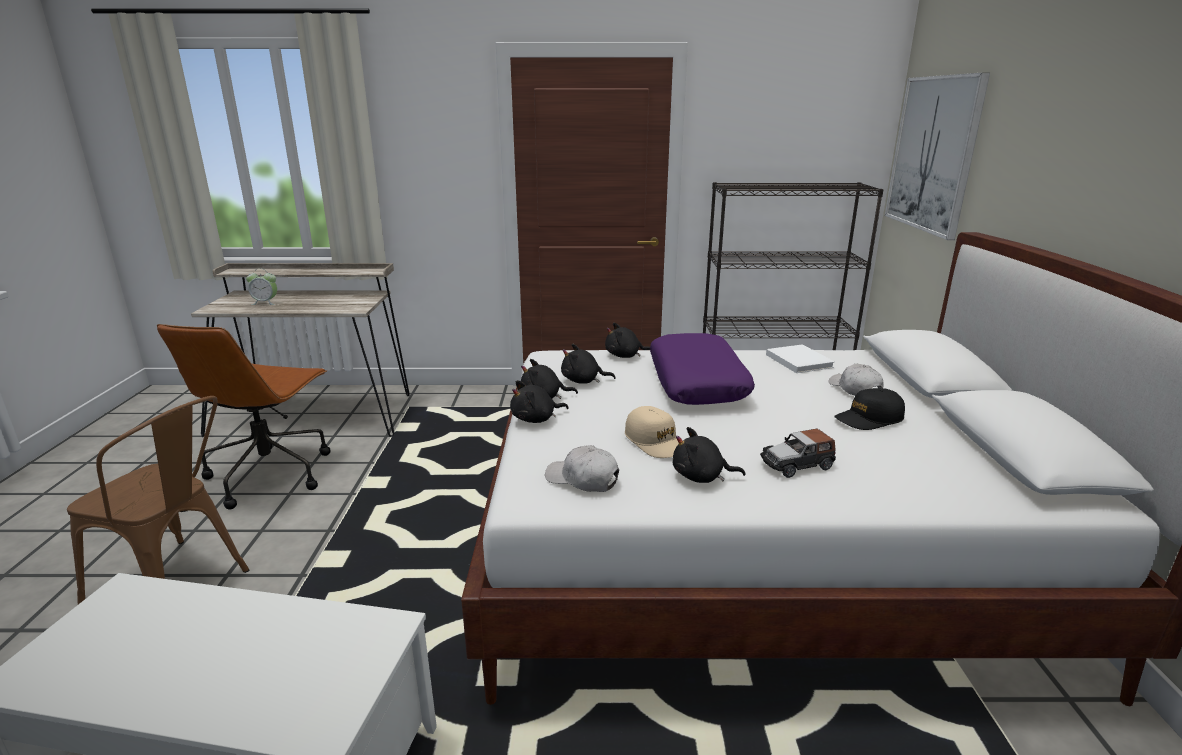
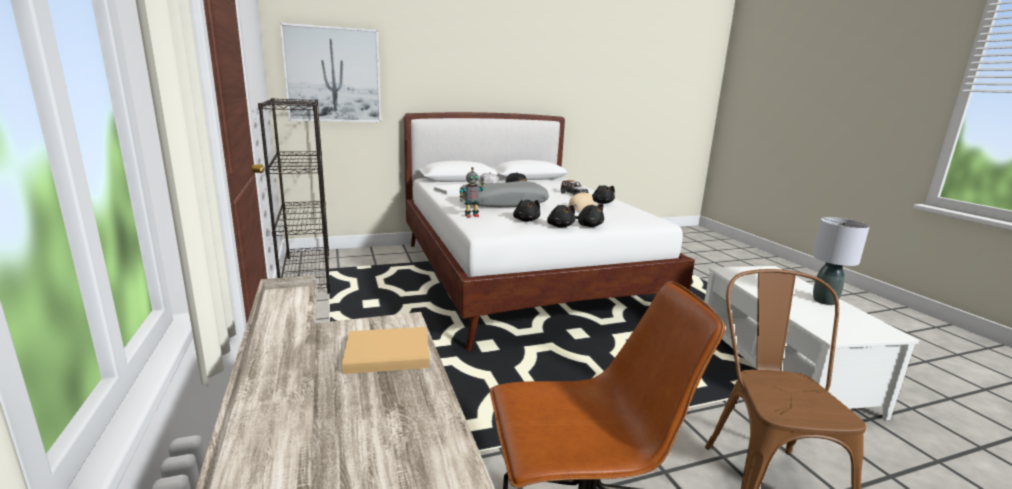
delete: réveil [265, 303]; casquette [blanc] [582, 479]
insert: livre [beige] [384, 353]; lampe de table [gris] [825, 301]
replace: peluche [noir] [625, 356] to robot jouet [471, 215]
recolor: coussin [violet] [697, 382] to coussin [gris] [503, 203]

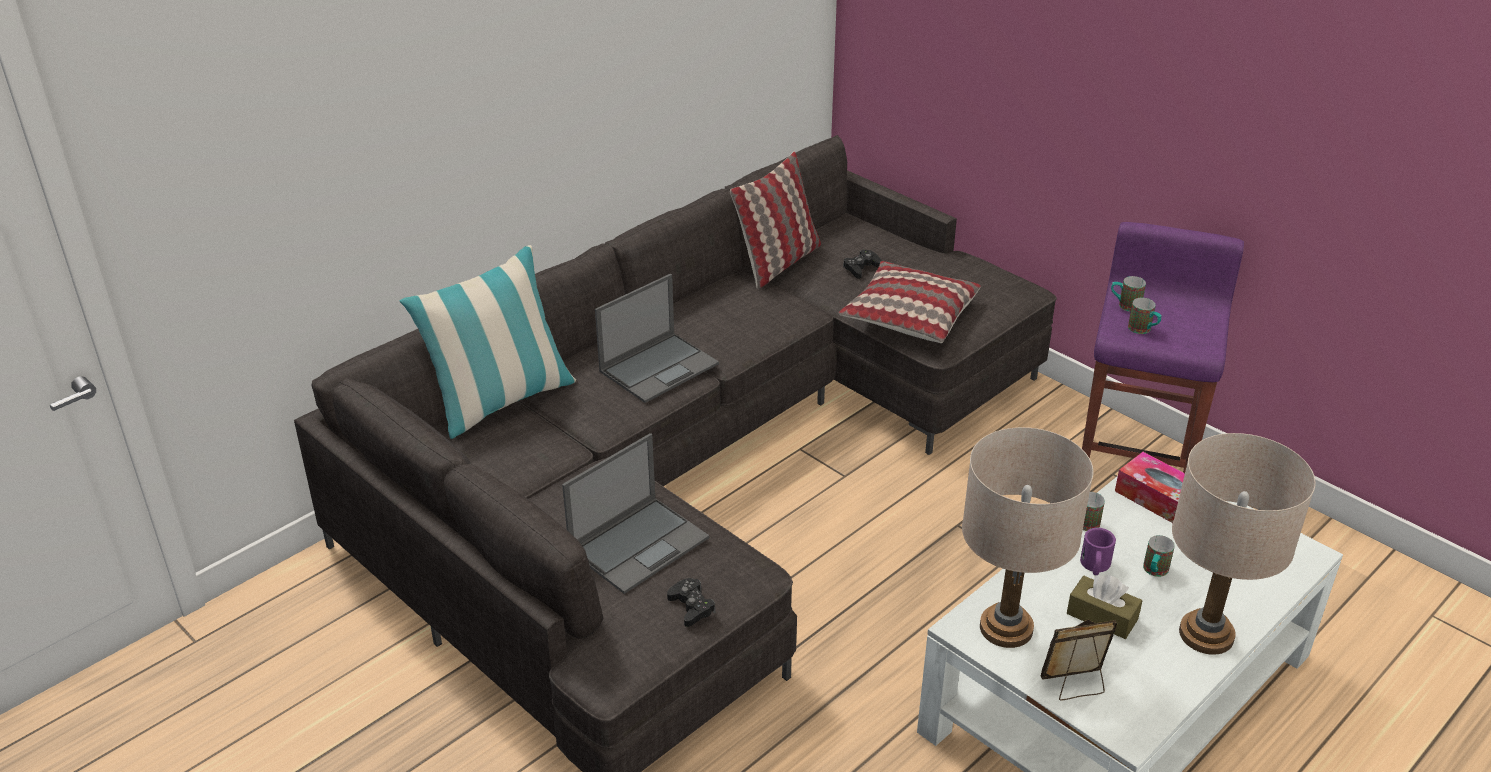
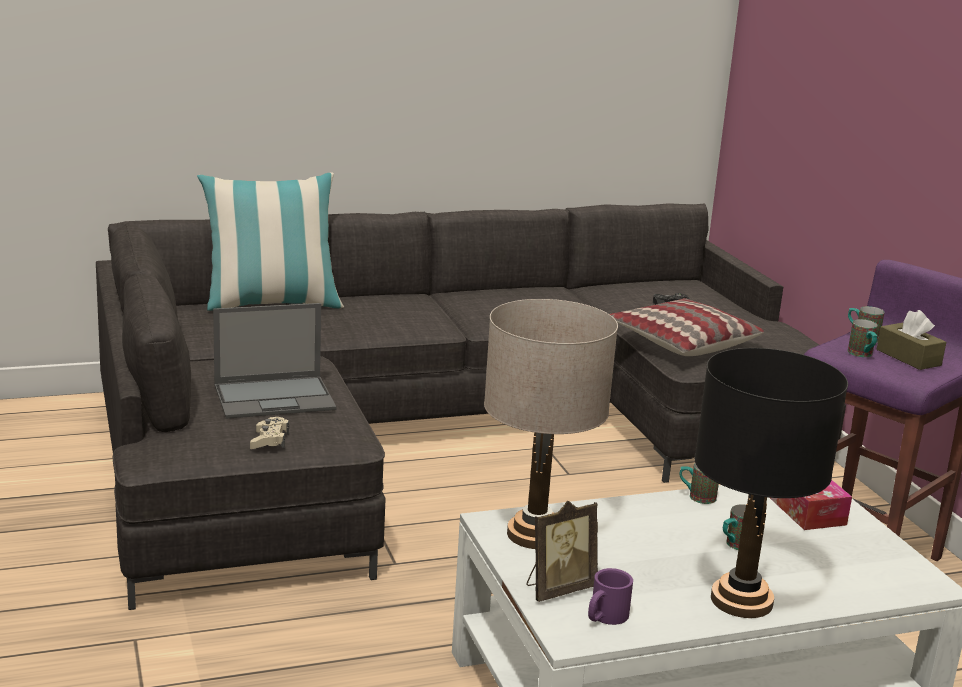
delete: ordinateur portable [659, 367]; coussin [778, 263]
move: boîte à mouchoirs [marron] [1102, 616] to [908, 357]; mug [violet] [1095, 566] to [604, 617]
recolor: manette [noir] [691, 607] to manette [beige] [270, 440]; lampe de table [beige] [1206, 635] to lampe de table [noir] [741, 601]
rotate: cadre photo [1075, 685] = [558, 589] 135 degrees clockwise

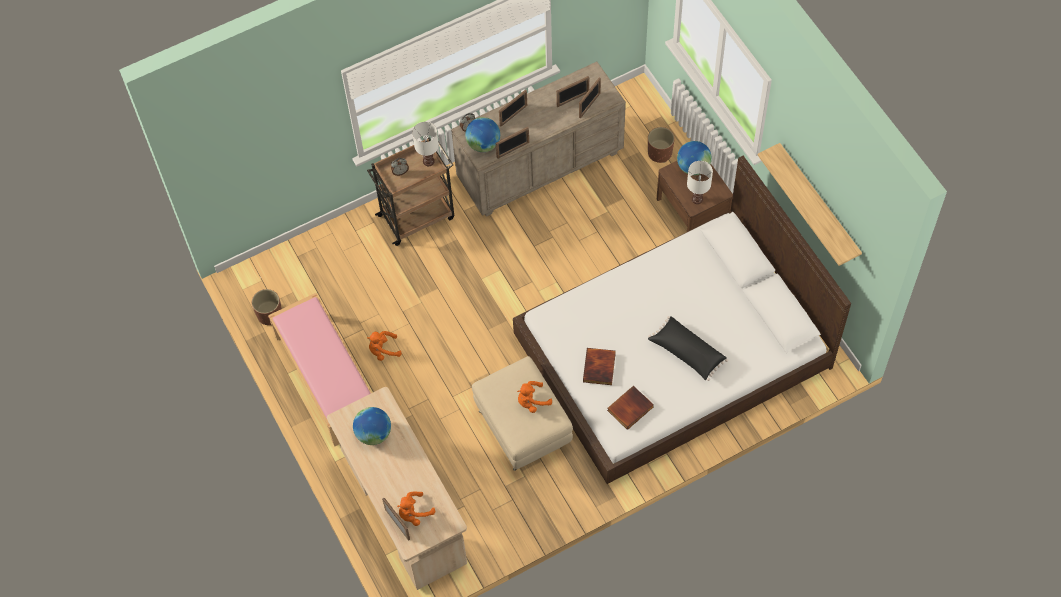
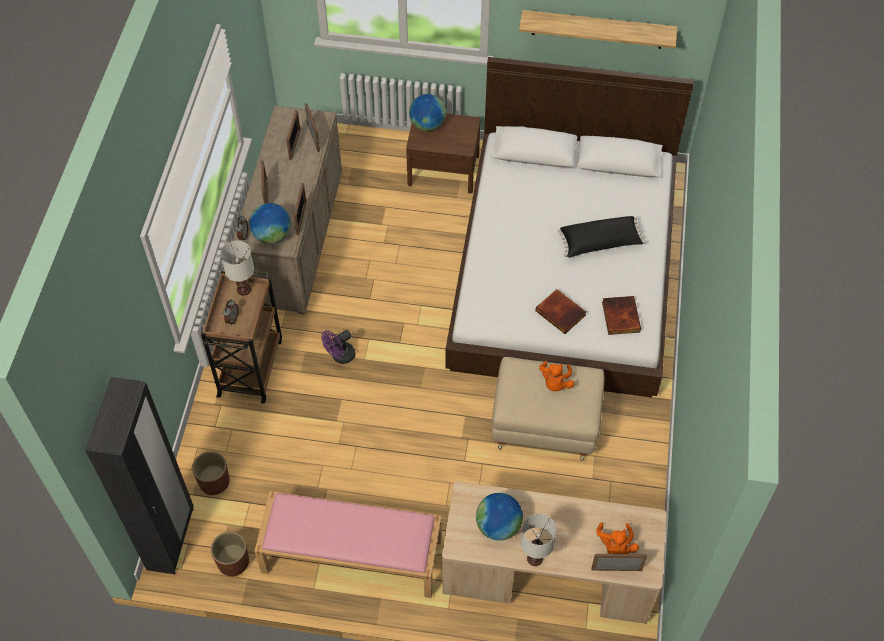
delete: peluche [orange] [383, 350]
insert: armoire [noir] [171, 539]; ventilateur [violet] [340, 356]
move: cache-pot [marron] [659, 153] to [214, 481]; lampe de table [blanc] [696, 199] to [534, 559]

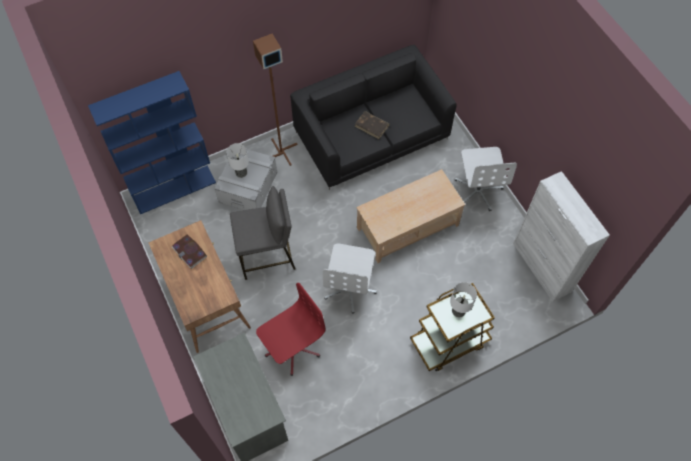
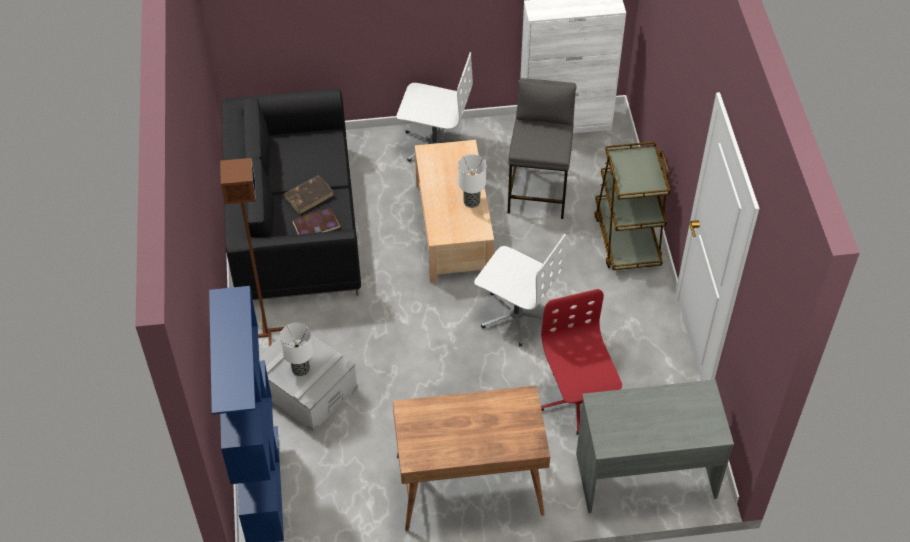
move: livre [190, 252] to [316, 225]; tabouret [gris] [267, 256] to [539, 190]; lampe de table [459, 311] to [471, 201]

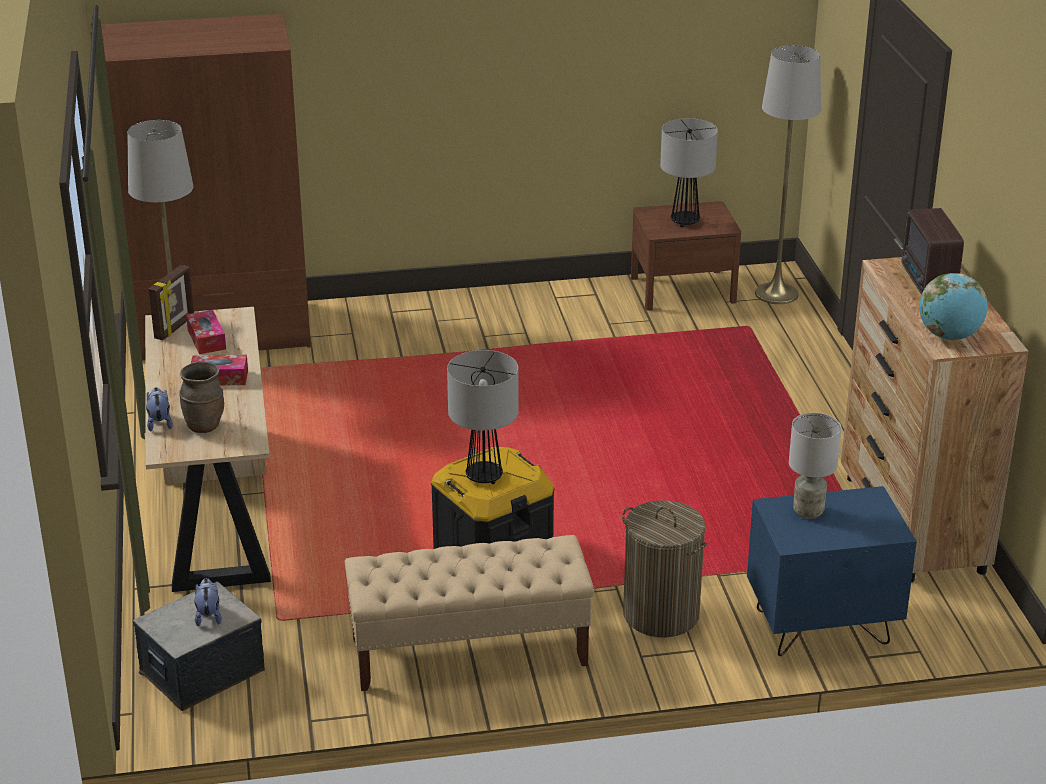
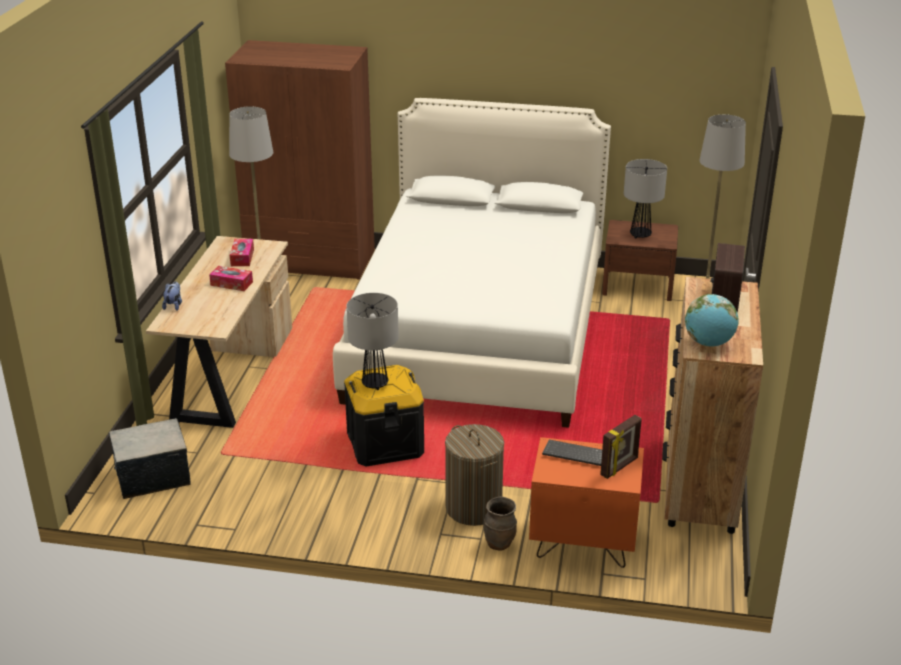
delete: peluche [208, 616]; banc [beige] [468, 652]
insert: lit [blanc] [479, 331]
move: cadre photo [175, 328] to [619, 467]; vase [marron] [204, 426] to [499, 544]
replace: lampe de table [gris] [807, 512] to clavier [573, 455]
recolor: table de chevet [bleu] [821, 628] to table de chevet [orange] [582, 544]

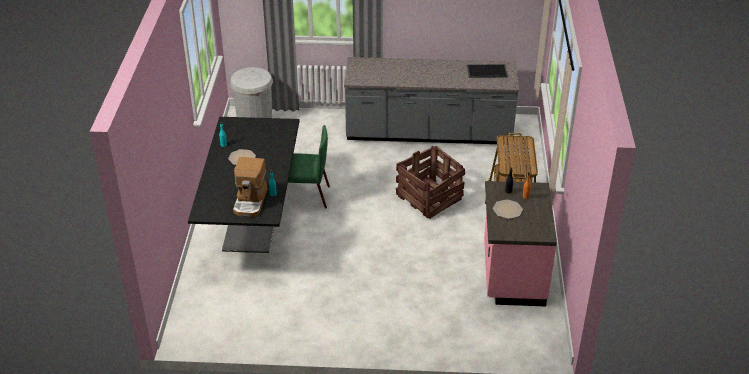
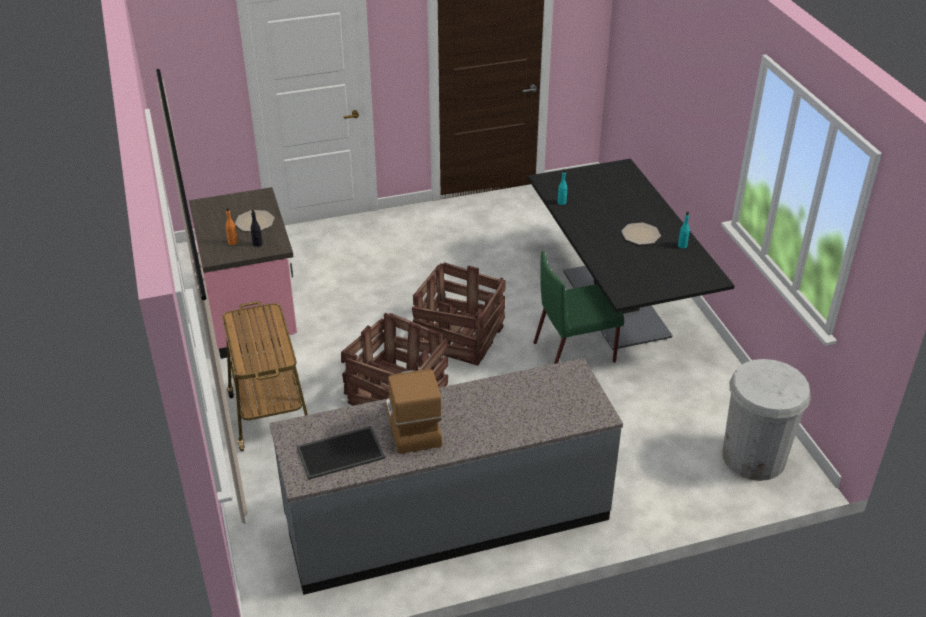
insert: caisse [460, 336]
move: machine à café [251, 201] to [412, 425]

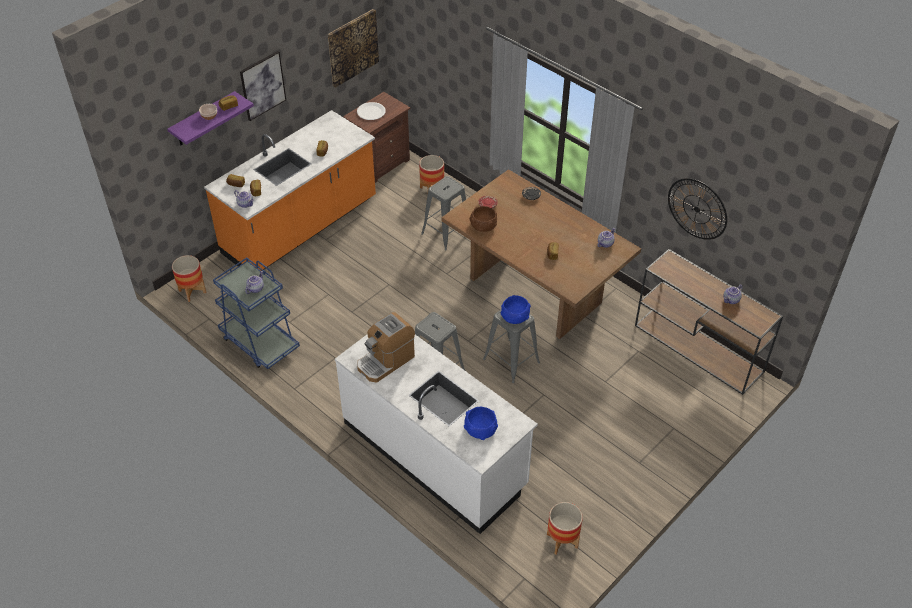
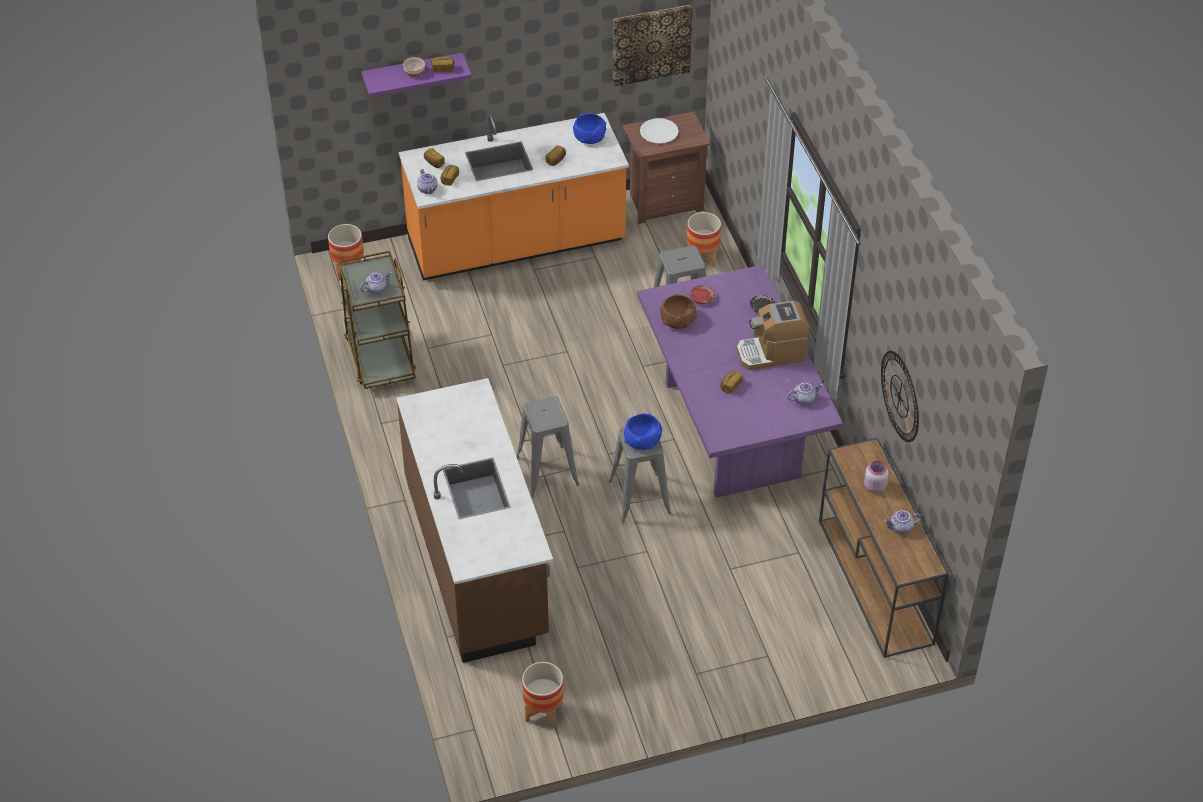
delete: tableau [262, 85]
insert: bocal [rose] [874, 486]
move: machine à café [385, 361] to [771, 353]; bol [bleu] [480, 429] to [589, 136]
recolor: chariot [bleu] [259, 342] to chariot [marron] [380, 357]; comptoir de cuisine [blanc] [435, 454] to comptoir de cuisine [marron] [478, 559]; table à manger [marron] [534, 290] to table à manger [violet] [730, 429]

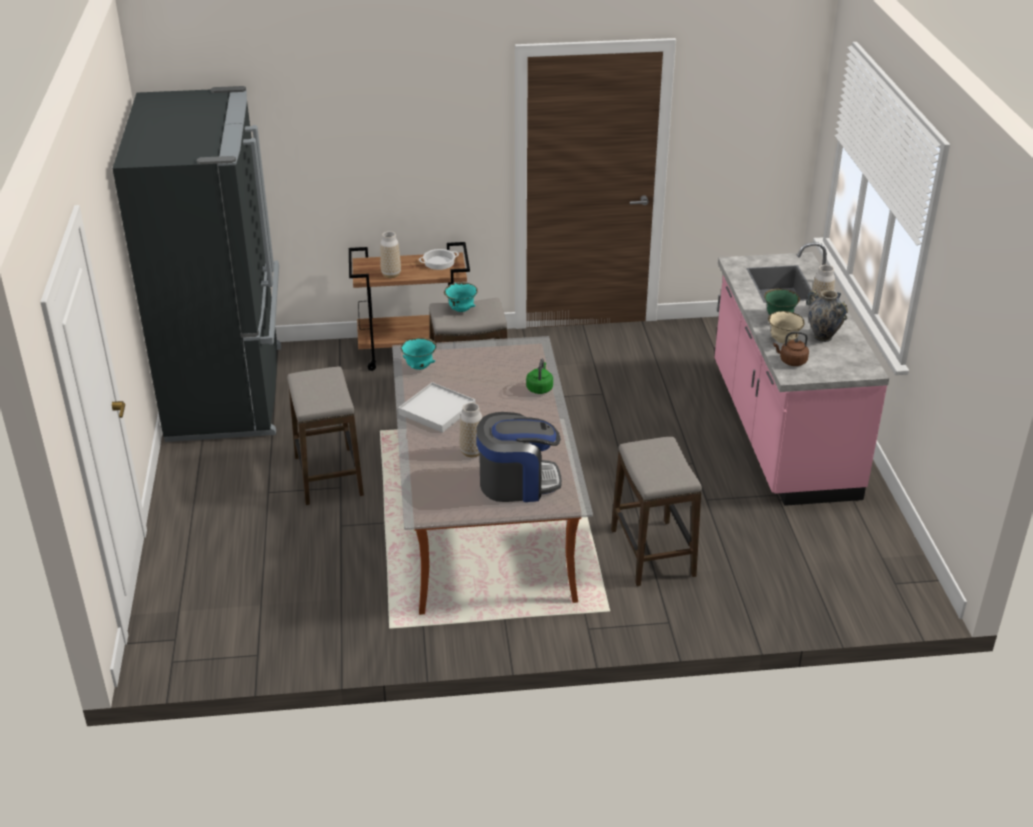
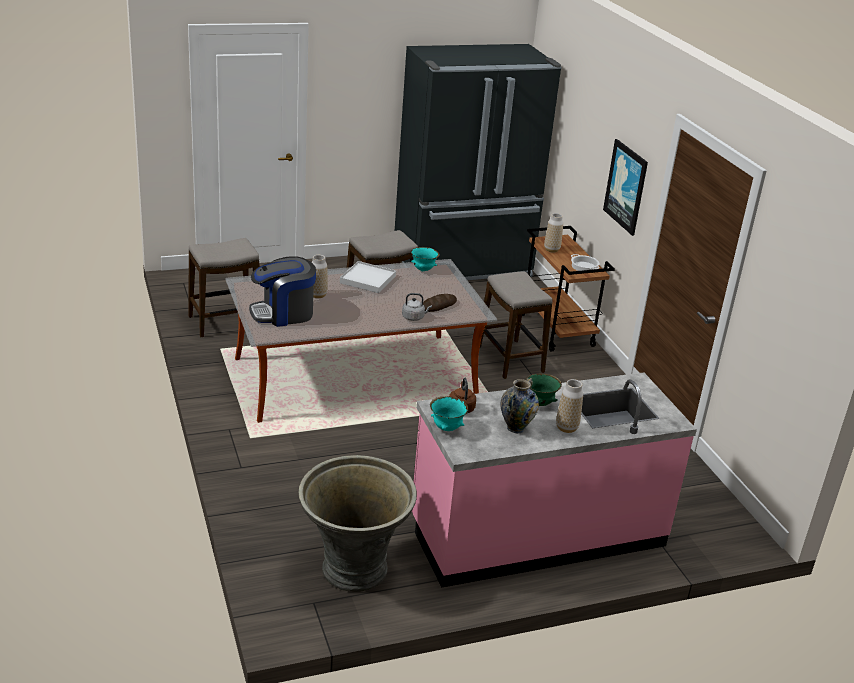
delete: bol [beige] [783, 341]
insert: cache-pot [gris] [353, 570]; pain [438, 305]; tableau [626, 186]
move: bol [turquoise] [461, 310] to [447, 428]; tabouret [653, 553] to [225, 322]
recolor: bouilloire [vert] [539, 388] to bouilloire [gris] [414, 317]
rotate: machine à café [517, 483] = [283, 313] 90 degrees clockwise

